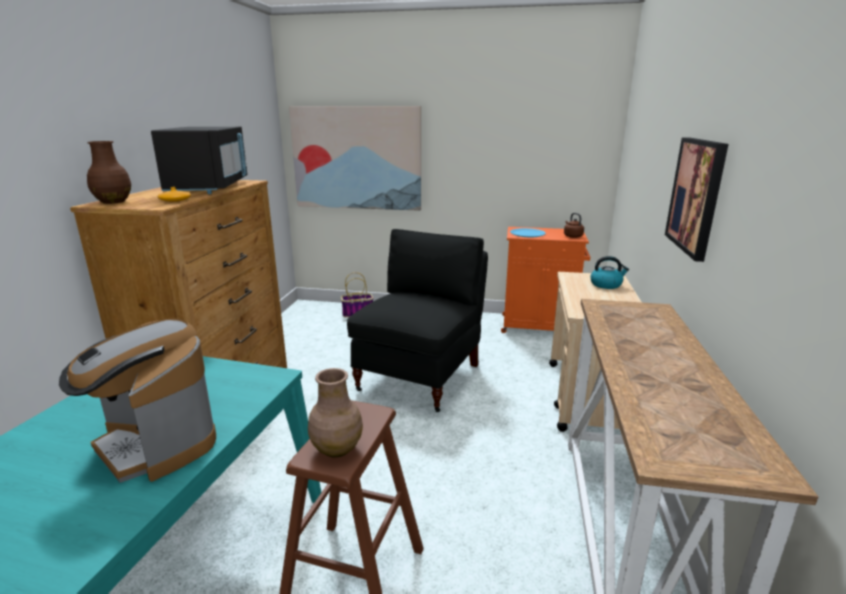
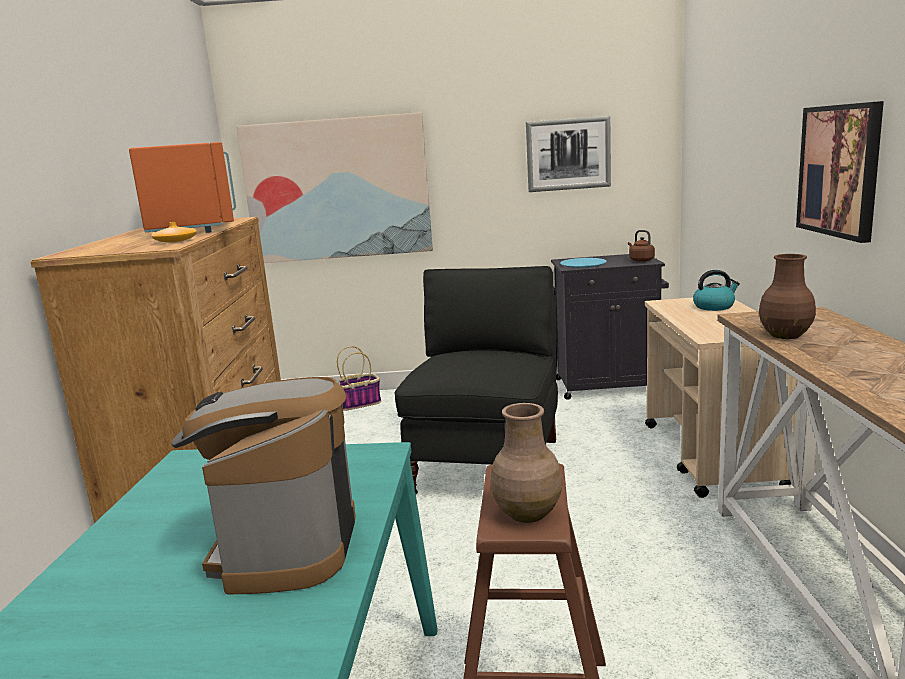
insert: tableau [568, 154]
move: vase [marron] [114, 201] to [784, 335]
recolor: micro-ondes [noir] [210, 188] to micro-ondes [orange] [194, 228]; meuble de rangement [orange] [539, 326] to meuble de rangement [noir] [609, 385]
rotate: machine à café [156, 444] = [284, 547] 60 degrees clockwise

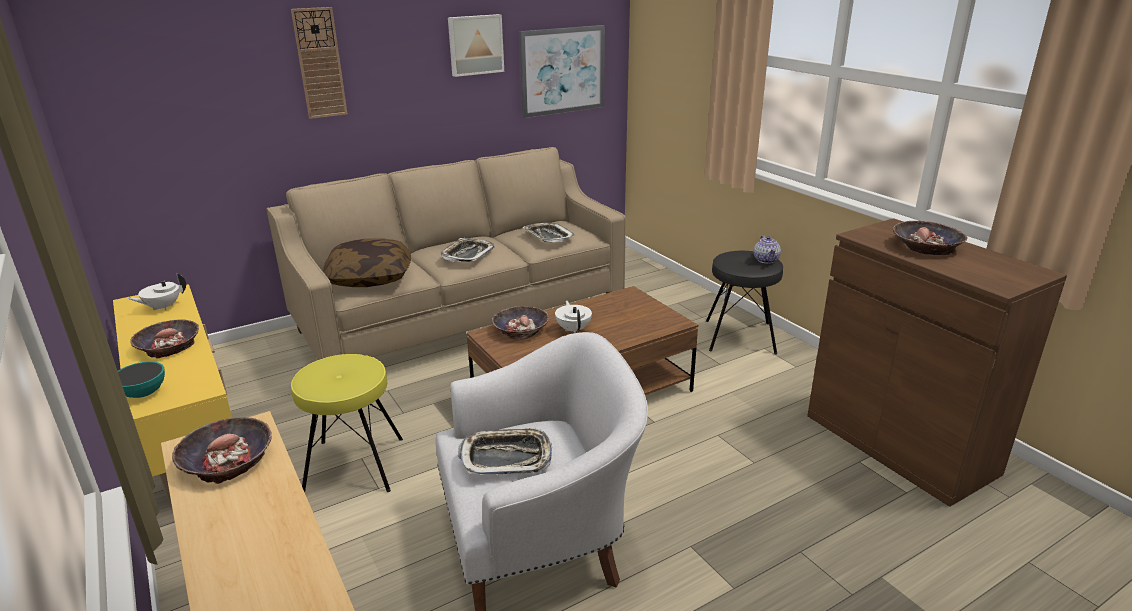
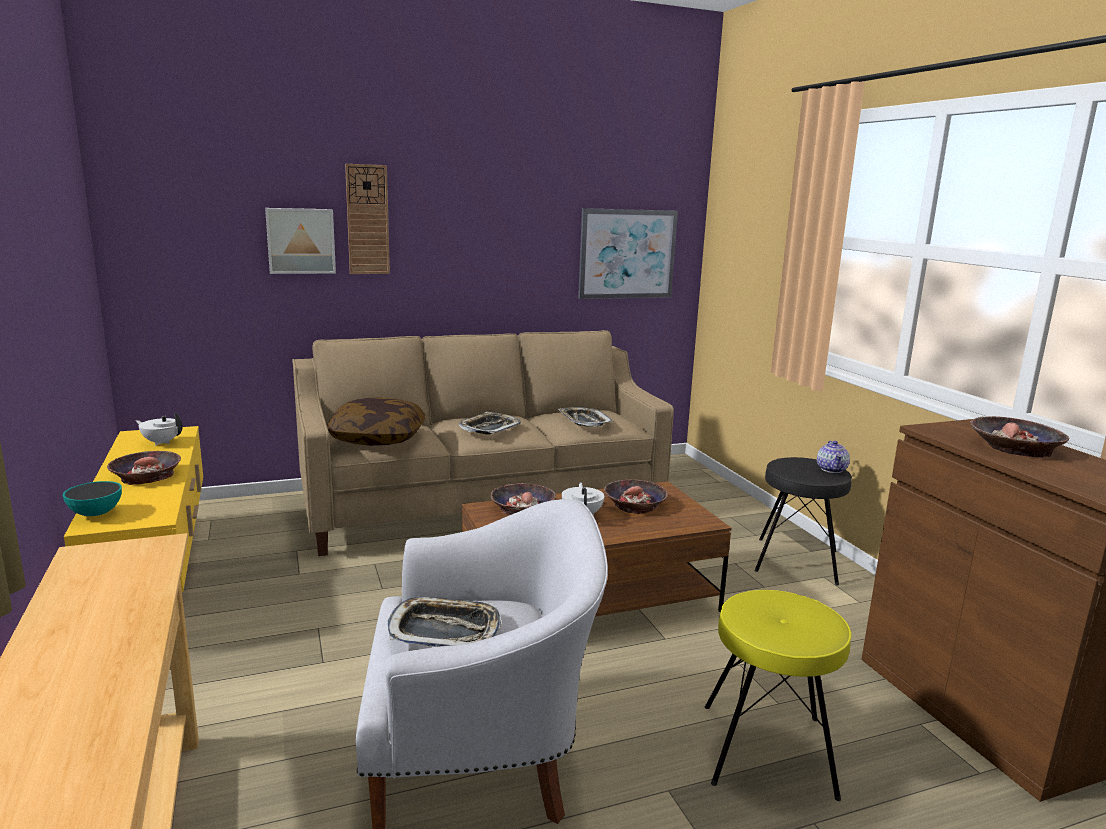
move: bol [227, 460] to [634, 504]; tabouret [jaune] [354, 466] to [768, 750]; tableau [475, 45] to [301, 241]
rotate: théière [blanc] [162, 307] = [161, 442] 45 degrees clockwise

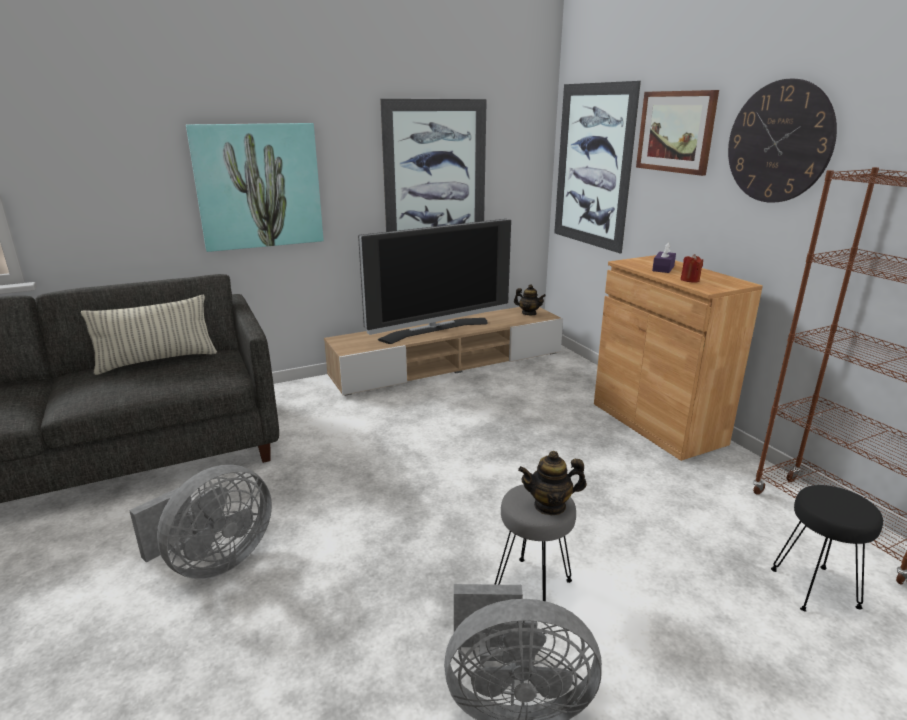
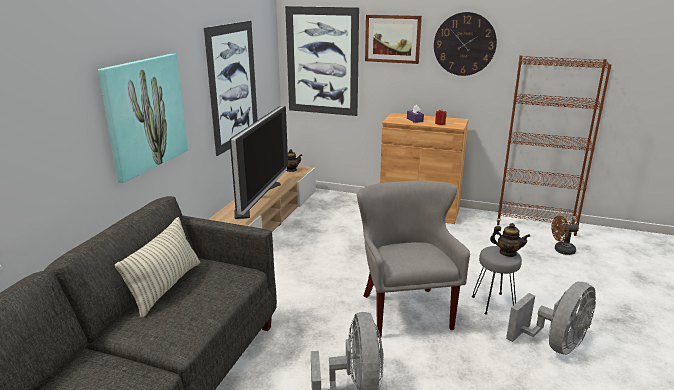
insert: fauteuil [gris] [405, 310]
replace: tabouret [noir] [814, 589] to ventilateur [marron] [561, 250]
rotate: théière [550, 505] = [507, 253] 105 degrees counterclockwise

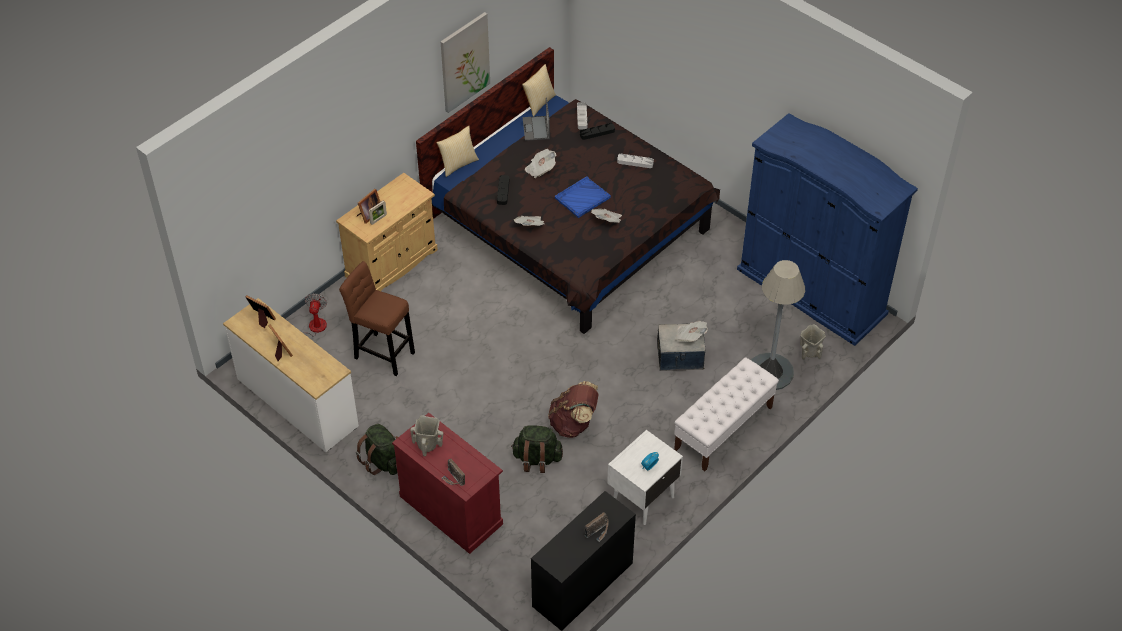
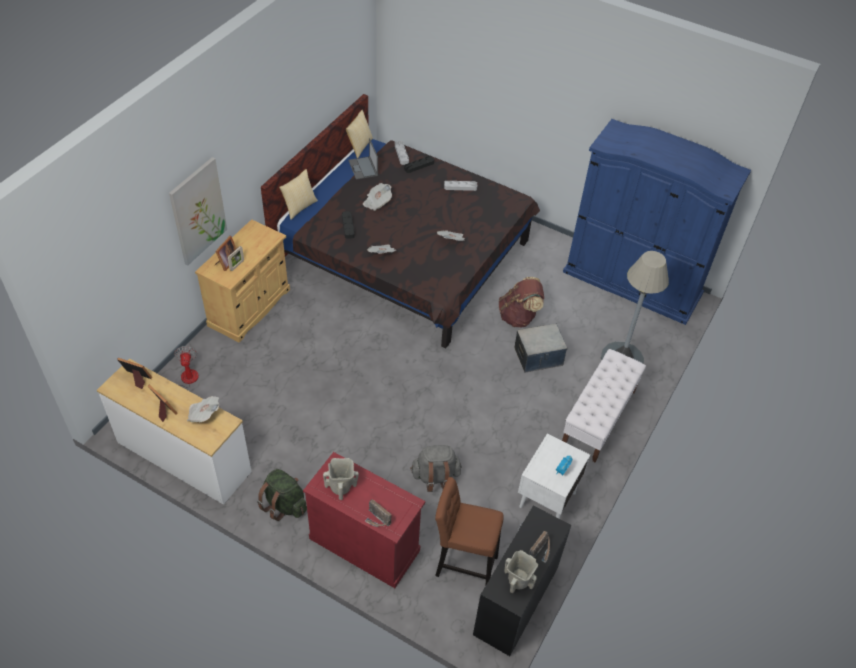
delete: plateau [bleu] [582, 198]
move: tabouret [marron] [382, 353] to [463, 563]; tableau [464, 62] to [198, 211]; sac à dos [marron] [574, 424] to [518, 317]; journal [690, 336] to [204, 414]; vase [beige] [809, 352] to [518, 581]
recolor: sac à dos [vert] [537, 459] to sac à dos [gris] [435, 477]

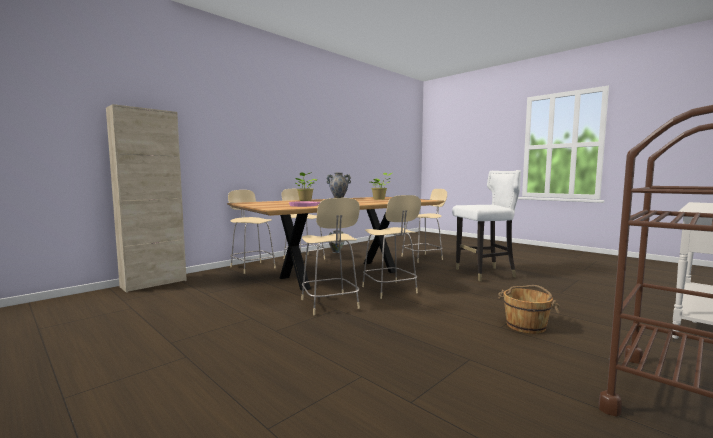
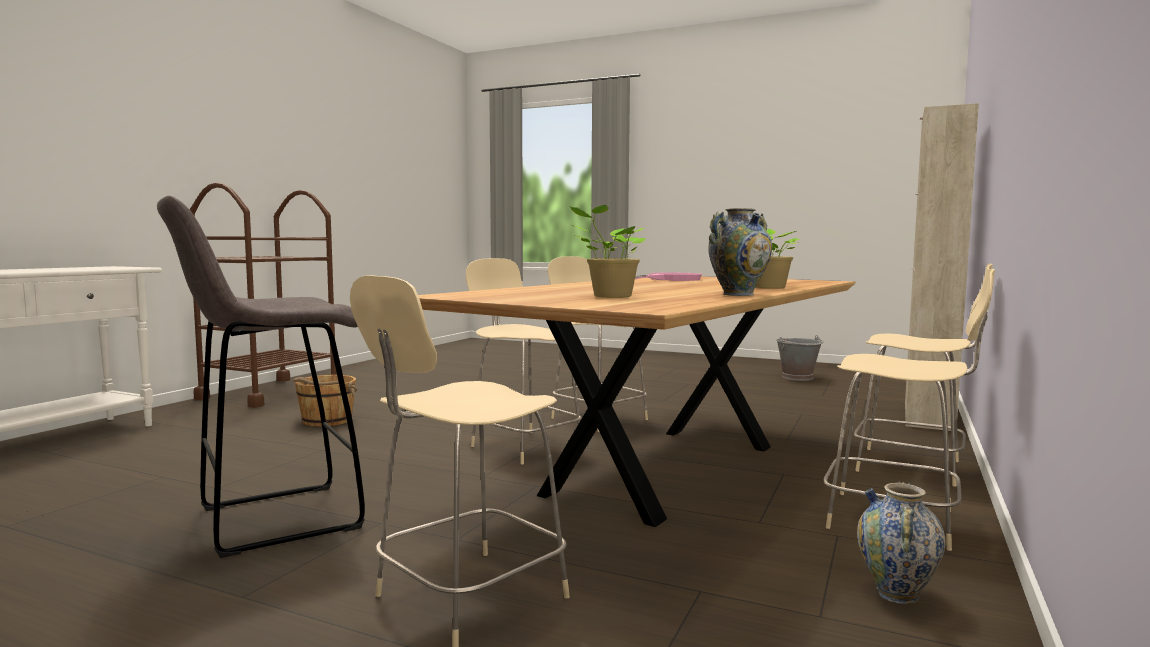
insert: seau [gris] [797, 377]
replace: chaise [blanc] [484, 274] to tabouret [gris] [273, 519]

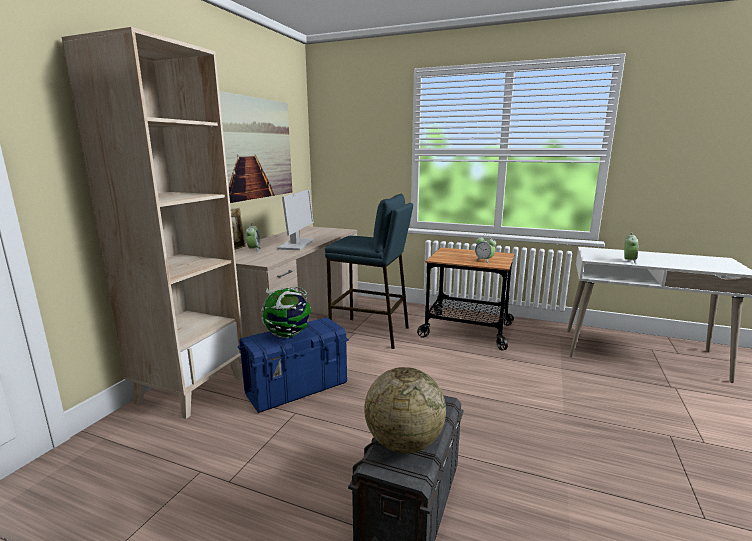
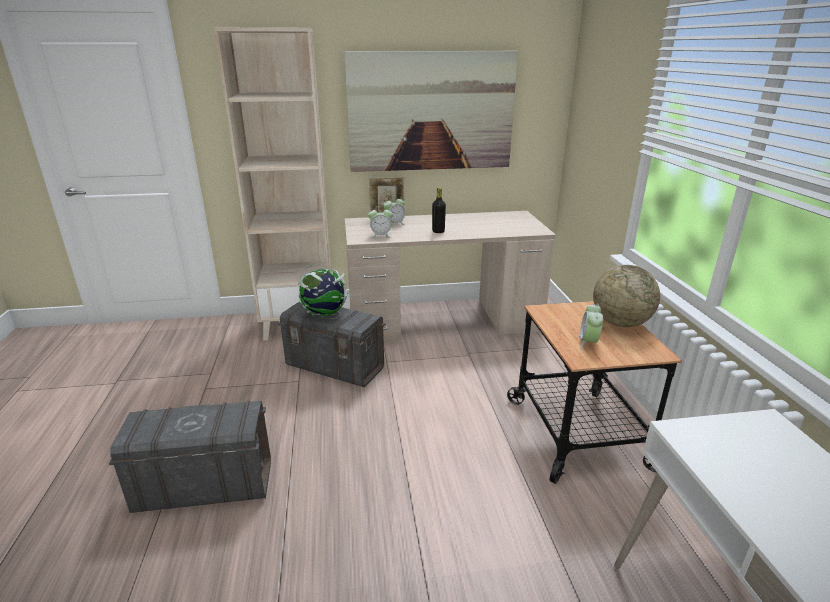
delete: tabouret [bleu] [370, 333]
move: globe [404, 443] to [620, 323]; réveil [628, 261] to [381, 236]
replace: écran d'ordinateur [297, 244] to bouteille [noir] [438, 231]
recolor: boîte de rangement [bleu] [297, 388] to boîte de rangement [gris] [335, 367]

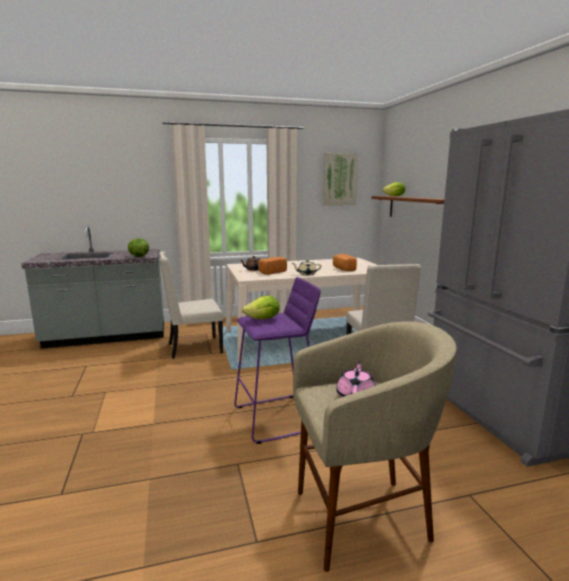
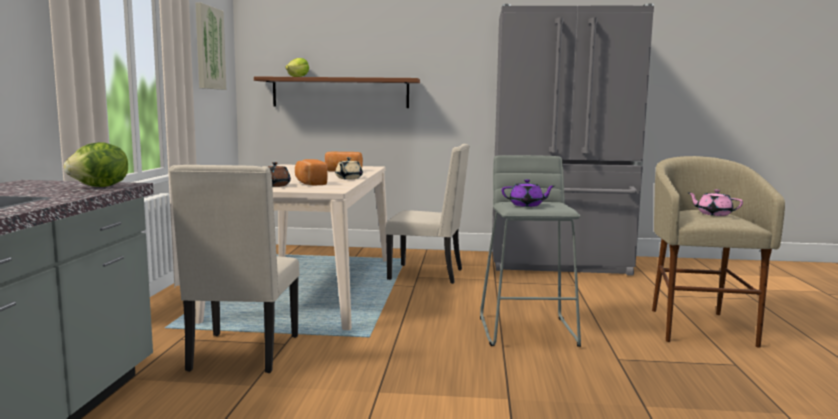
replace: laitue [263, 319] to théière [violet] [527, 205]
recolor: tabouret [violet] [277, 418] to tabouret [gris] [528, 331]

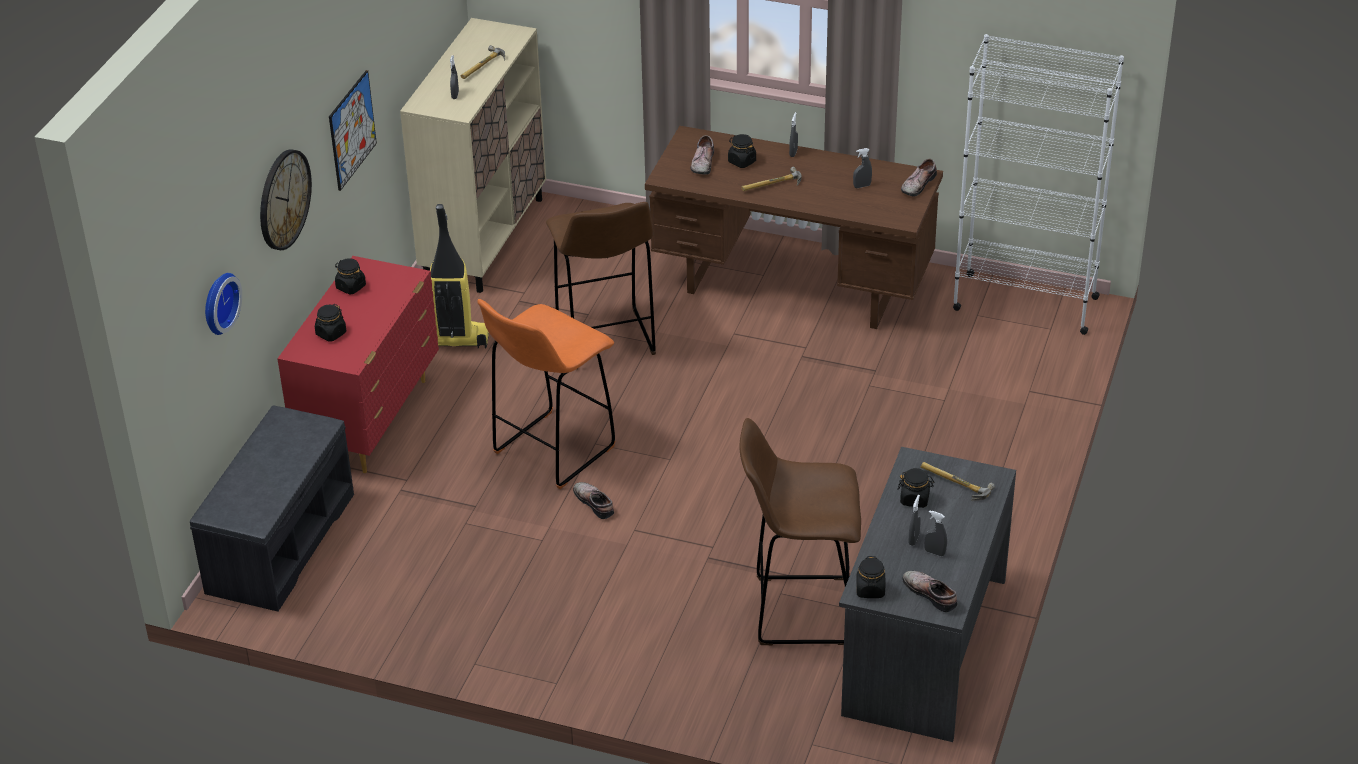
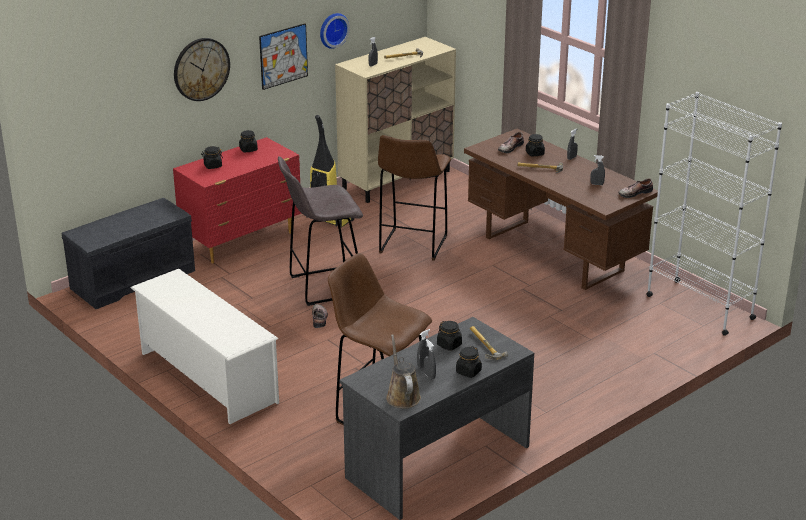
insert: étagère à chaussures [blanc] [207, 377]
move: horloge murale [218, 302] to [332, 30]; bocal [noir] [870, 590] to [468, 372]
replace: chaussure [931, 593] to arrosoir [marron] [402, 396]
recolor: tabouret [orange] [551, 451] to tabouret [gris] [322, 286]

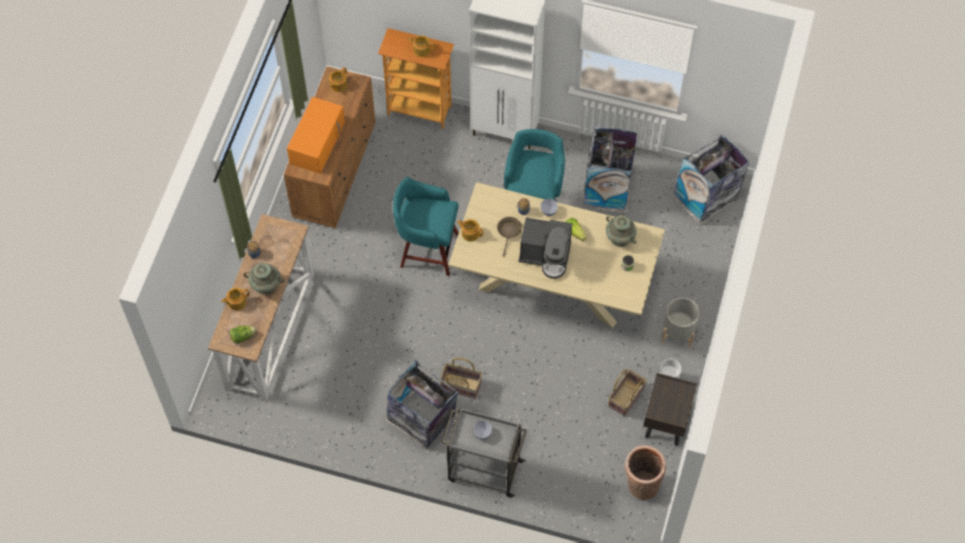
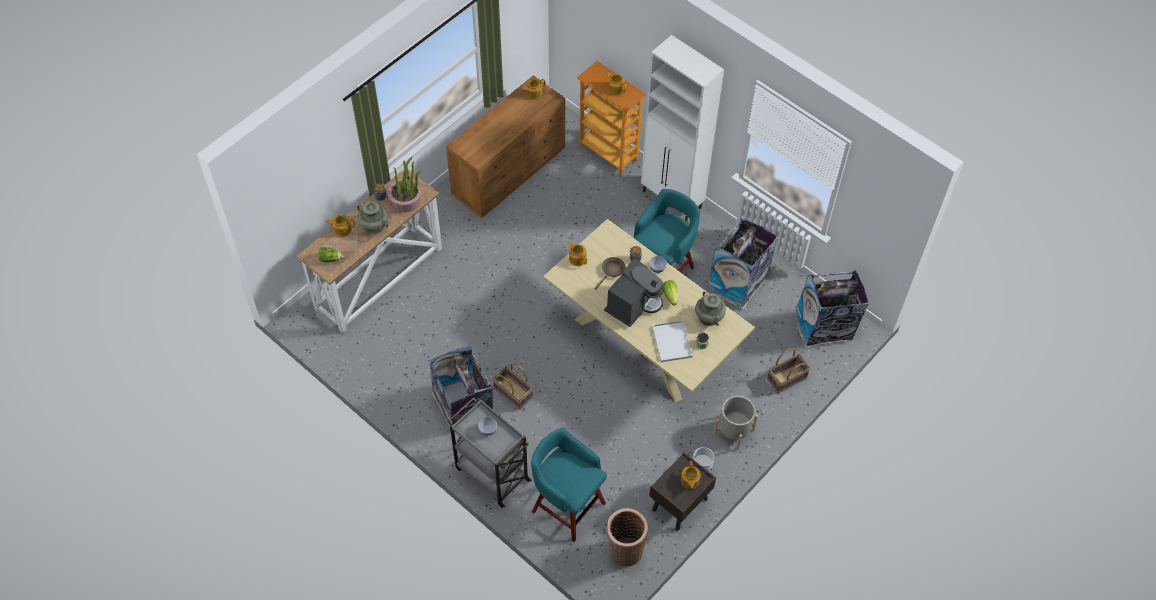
delete: micro-ondes [orange] [317, 142]
insert: plante en pot [406, 201]; plateau [blanc] [672, 342]; théière [689, 481]
move: tabouret [turquoise] [427, 249] to [567, 505]; panier [626, 398] to [786, 379]
rotate: machine à café [546, 255] = [633, 304] 90 degrees counterclockwise

